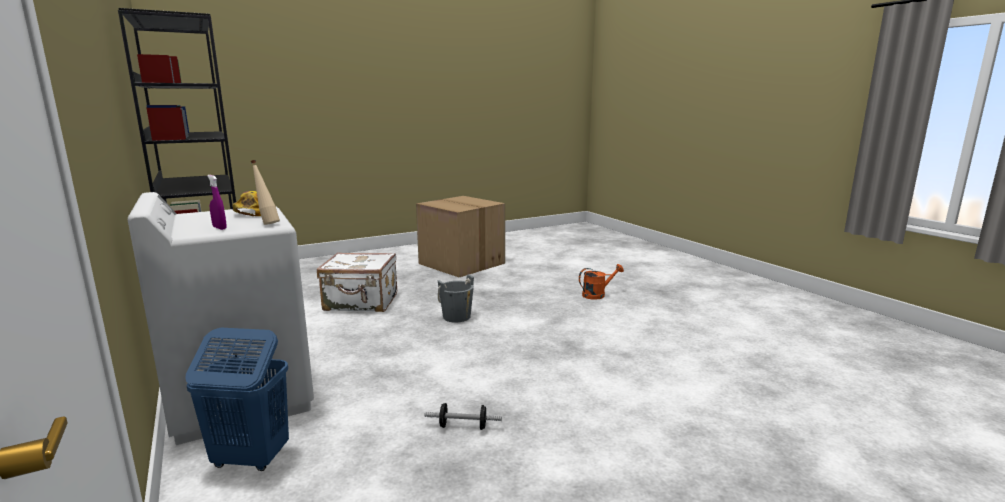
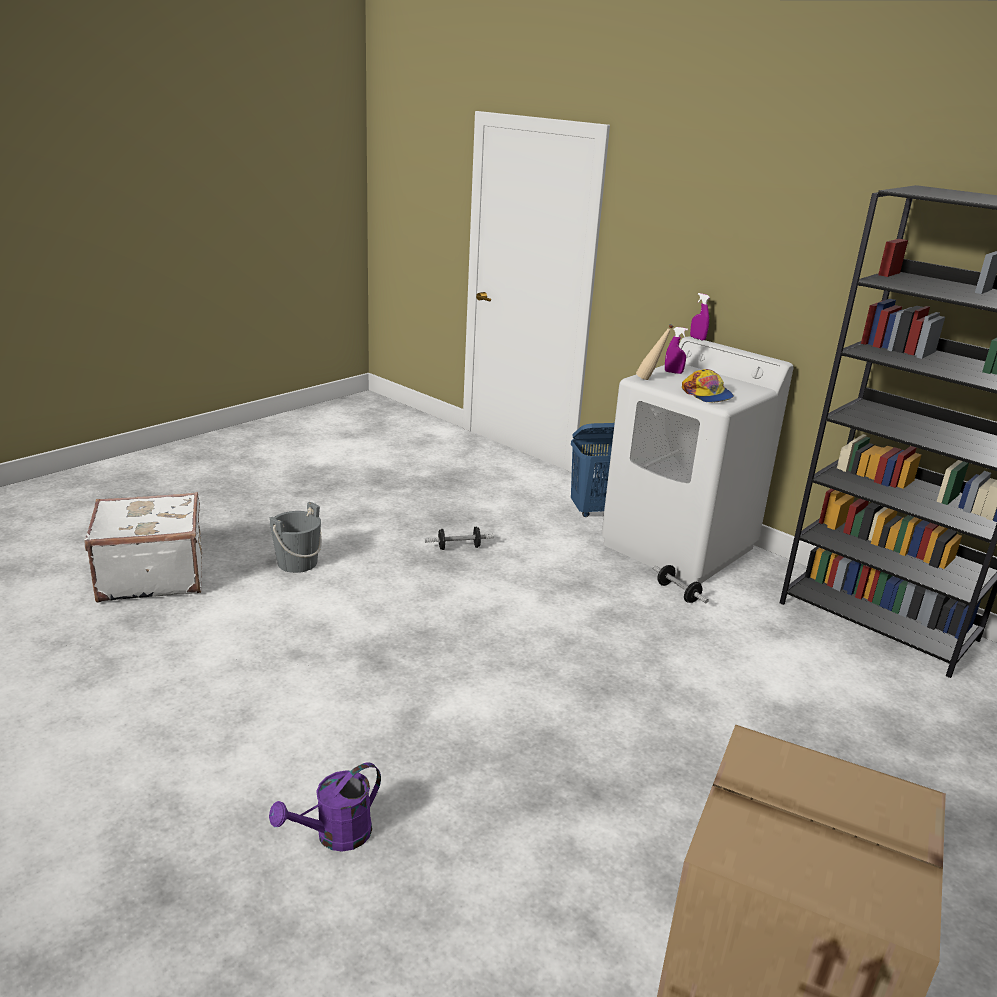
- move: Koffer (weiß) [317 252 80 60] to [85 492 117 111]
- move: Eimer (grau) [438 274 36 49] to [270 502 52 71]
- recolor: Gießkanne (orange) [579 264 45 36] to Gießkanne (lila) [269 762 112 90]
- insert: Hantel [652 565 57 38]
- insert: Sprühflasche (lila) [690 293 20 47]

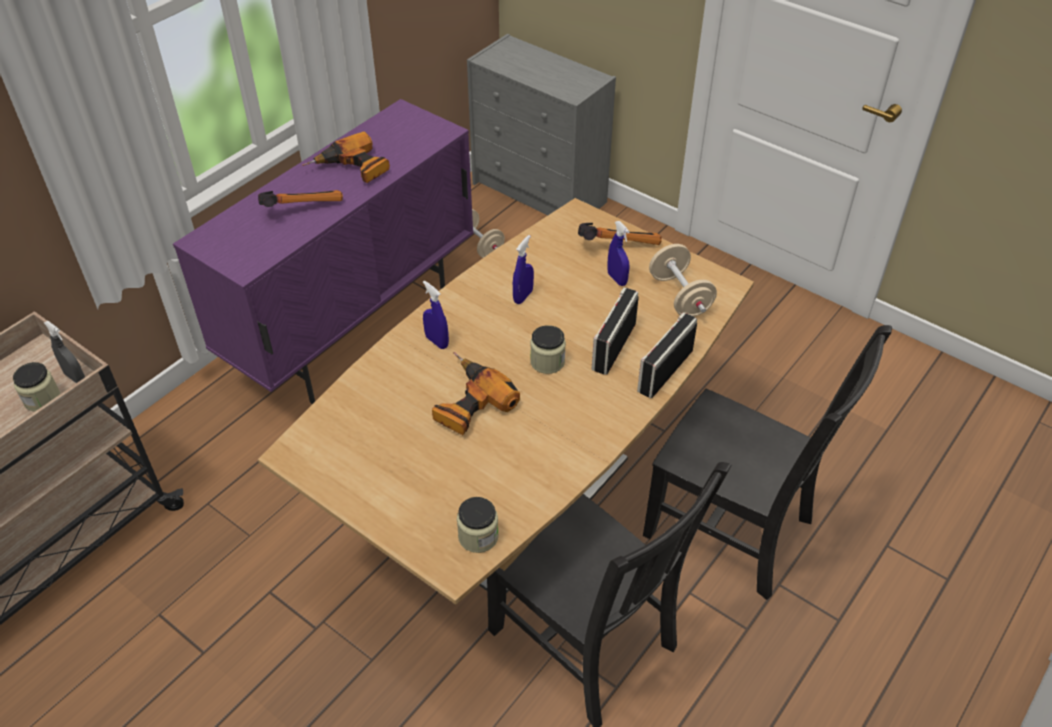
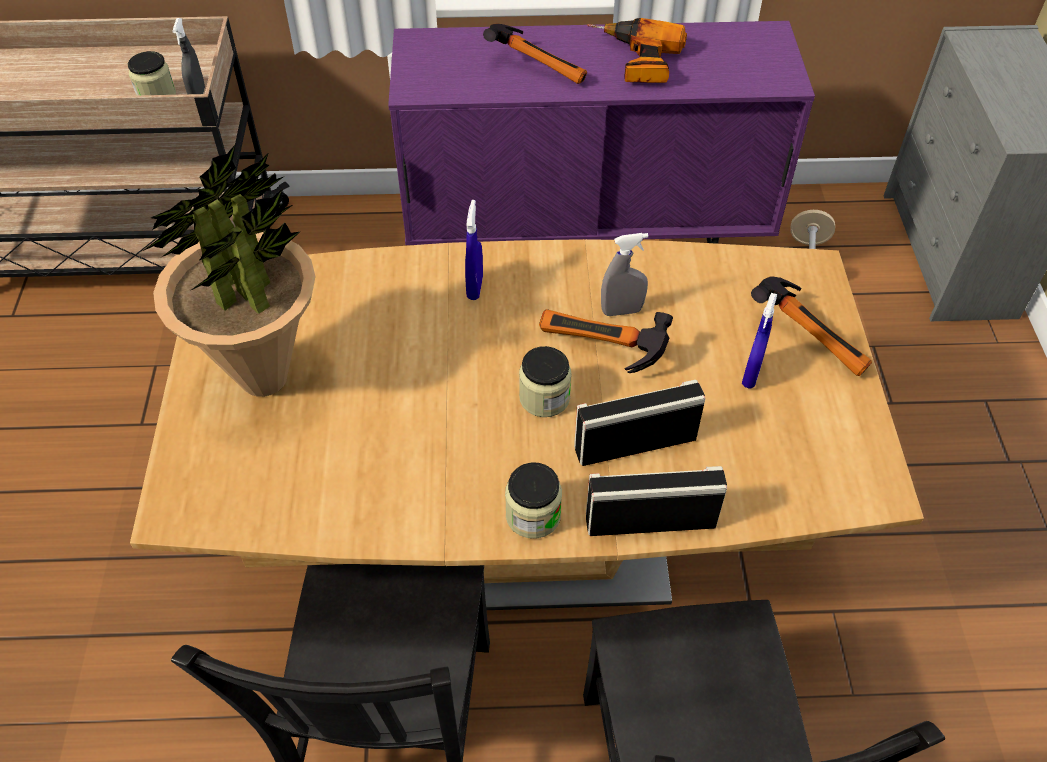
- delete: Bohrmaschine [432 352 88 83]
- move: Vorratsglas [457 497 42 56] to [505 462 57 77]
- recolor: Sprühflasche (blau) [513 235 21 69] to Sprühflasche (grau) [601 233 48 83]
- delete: Hantel (beige) [649 244 68 73]
- insert: Topfpflanze [143 144 173 253]
- insert: Hammer [539 309 134 64]

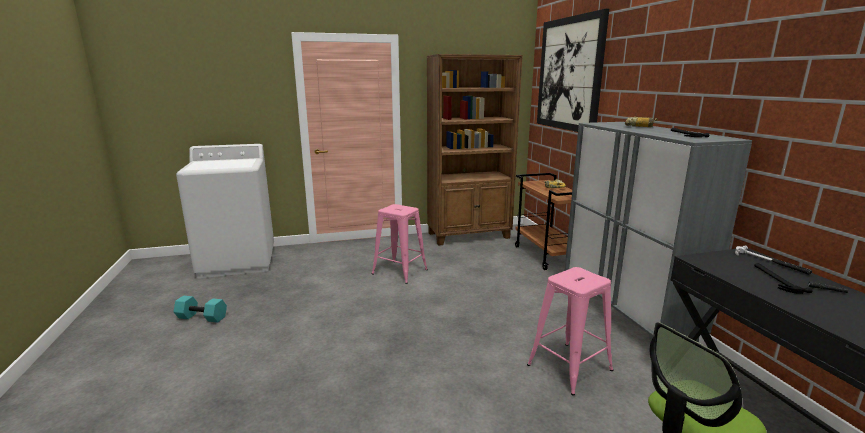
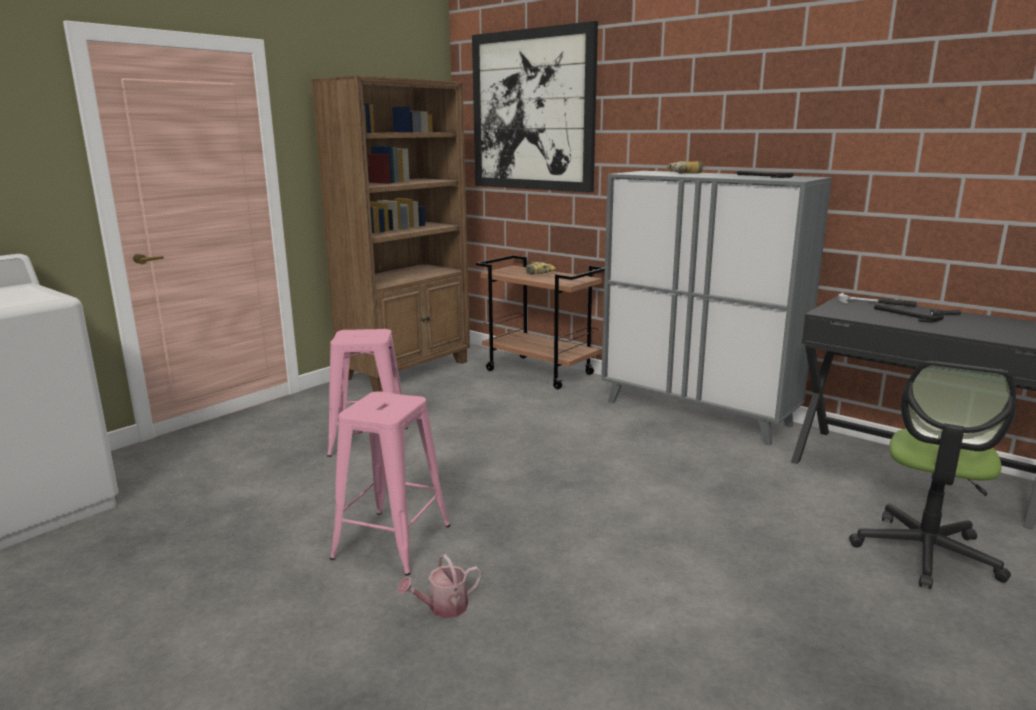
- delete: Hantel (türkis) [173 296 54 27]
- move: Hocker (rosa) [527 267 86 128] to [330 391 120 185]
- insert: Gießkanne [398 554 84 64]

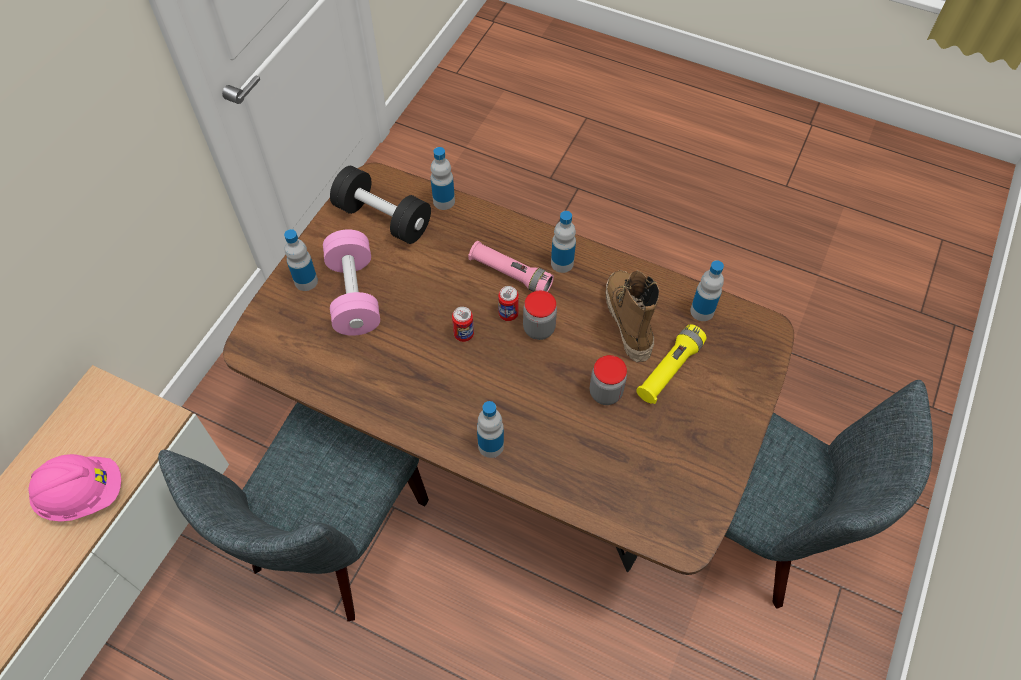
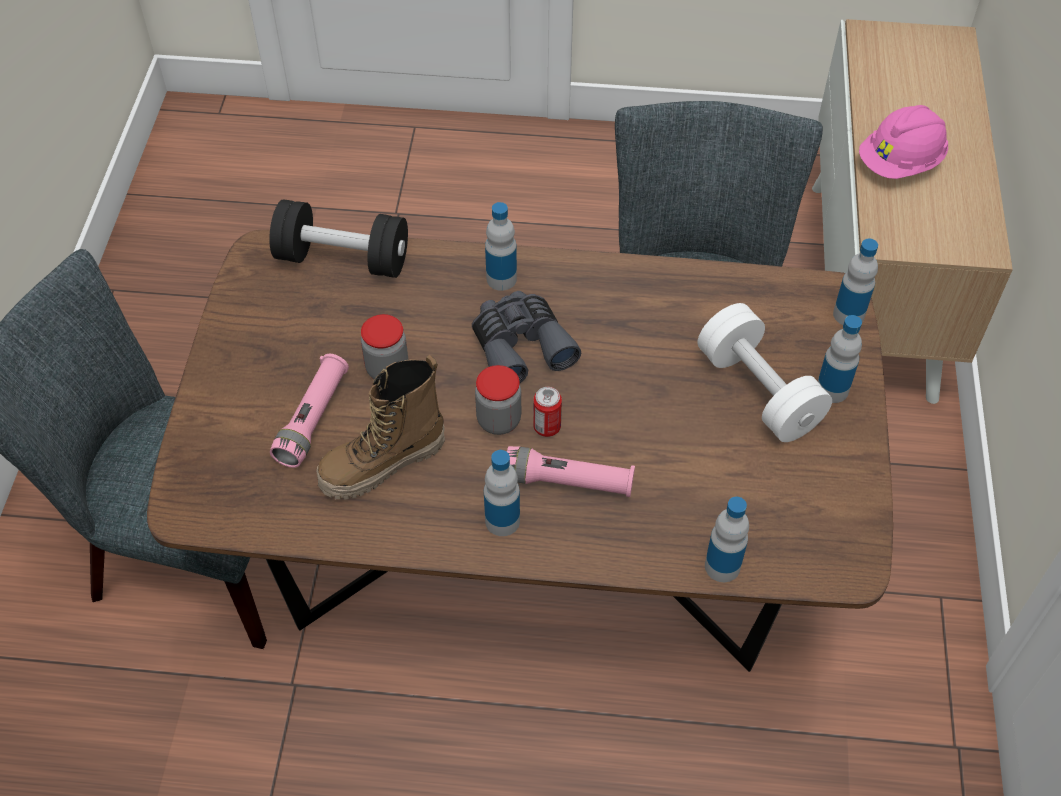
- recolor: Hantel (rosa) [323 229 57 107] to Hantel (weiß) [698 303 134 139]
- move: Hantel (schwarz) [330 166 101 78] to [269 199 139 79]
- delete: Dose [452 307 22 35]
- rotate: Stiefel [606 270 53 92] = [316 355 129 145] 90 degrees clockwise
- recolor: Taschenlampe (gelb) [636 324 70 80] to Taschenlampe (rosa) [270 354 79 114]
- move: Flasche [690 260 34 61] to [833 239 45 86]
- insert: Fernglas (grau) [472 291 109 92]

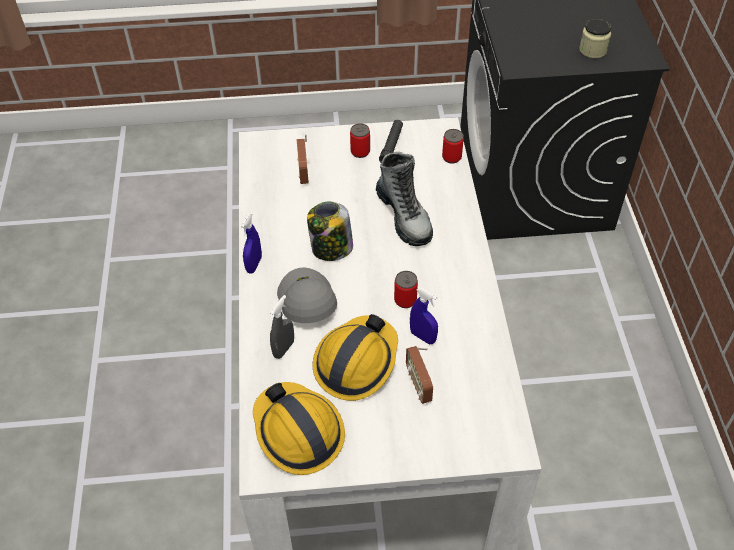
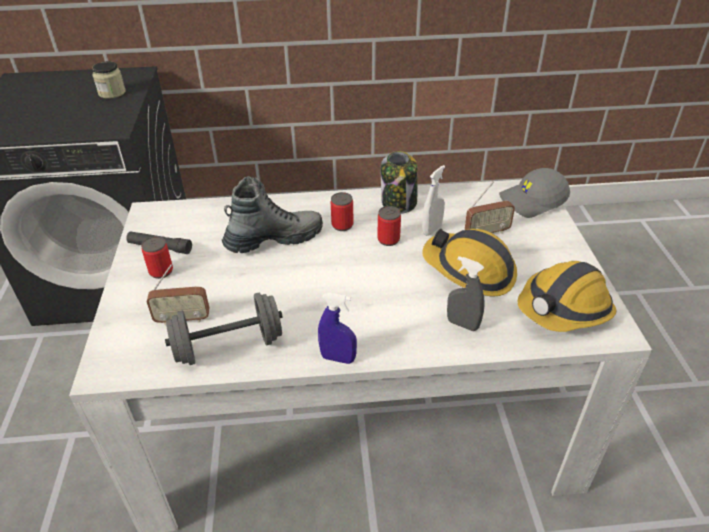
- move: Kappe (grau) [277 267 60 56] to [499 168 71 50]
- move: Vorratsglas [307 201 46 60] to [381 151 37 63]
- recolor: Sprühflasche (blau) [410 287 28 58] to Sprühflasche (weiß) [422 165 23 71]
- move: Dose [442 129 22 35] to [331 192 23 39]
- insert: Hantel (grau) [165 293 118 72]

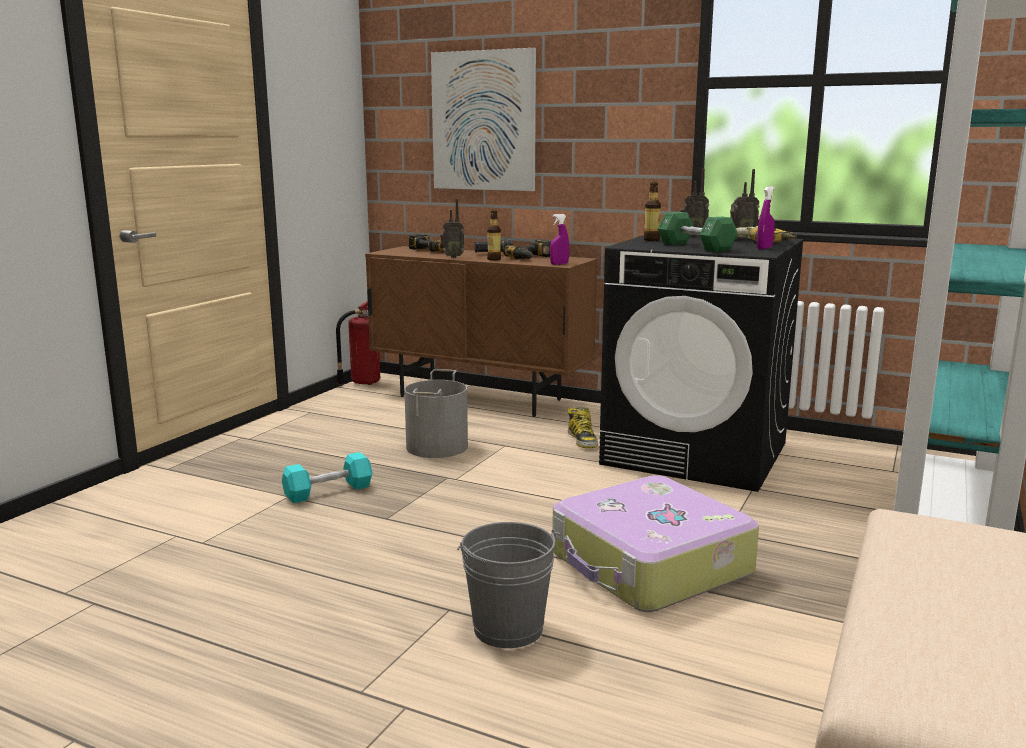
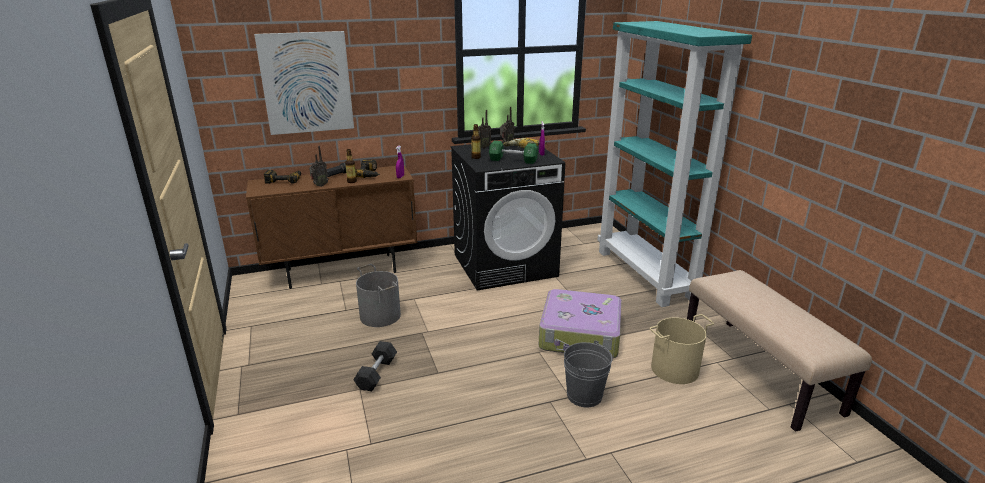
- recolor: Hantel (türkis) [282 452 90 51] to Hantel (schwarz) [353 341 44 50]
- delete: Feuerlöscher [336 301 44 84]
- delete: Stiefel [568 407 30 41]
- insert: Eimer (beige) [650 314 65 70]

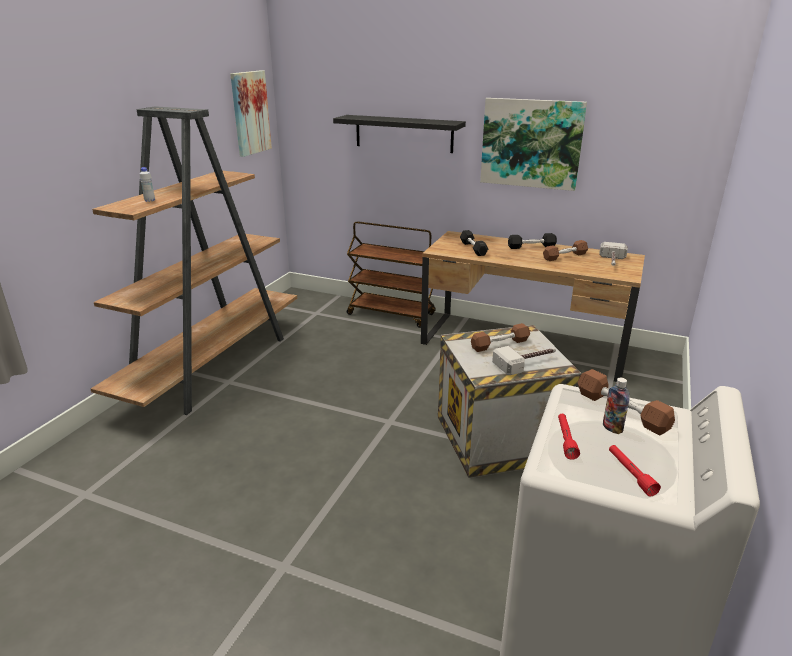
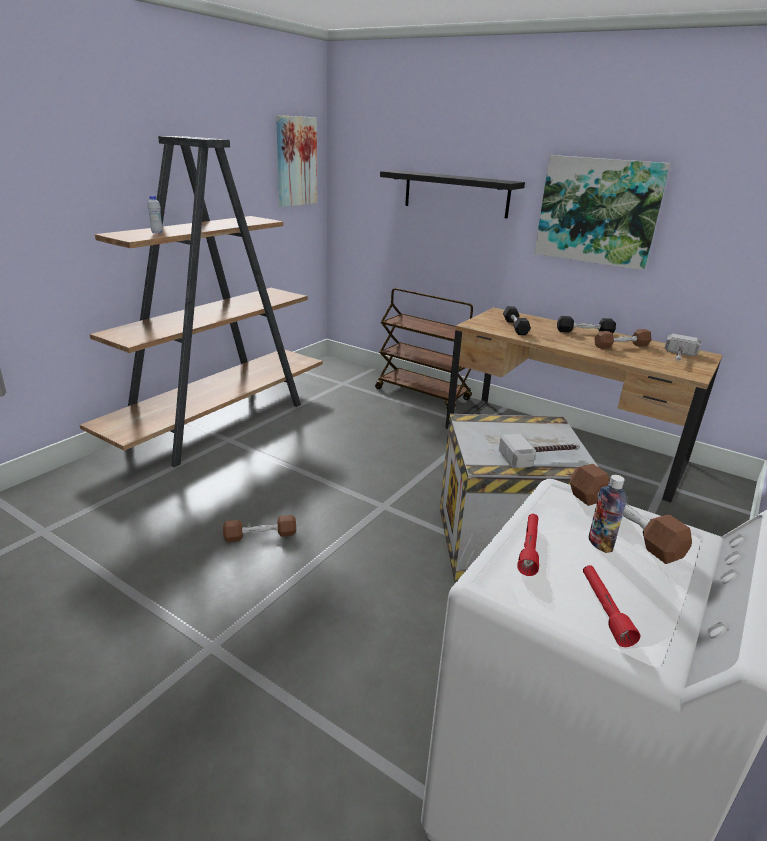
- move: Hantel (braun) [471 323 59 29] to [223 515 73 27]

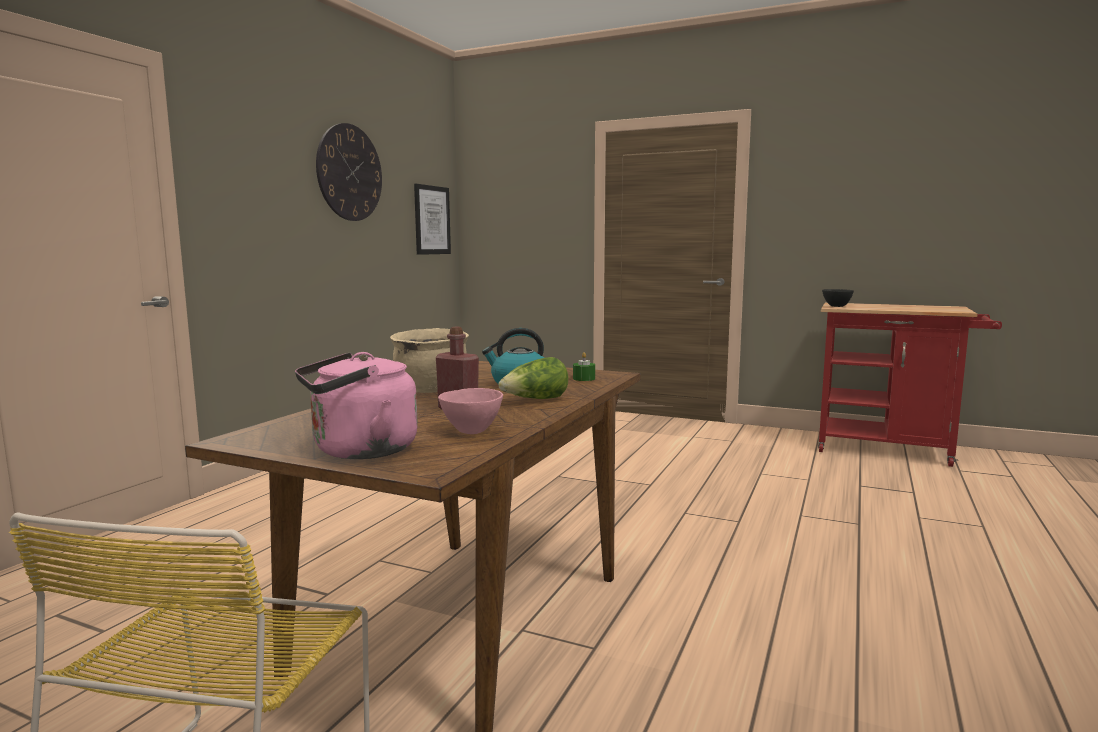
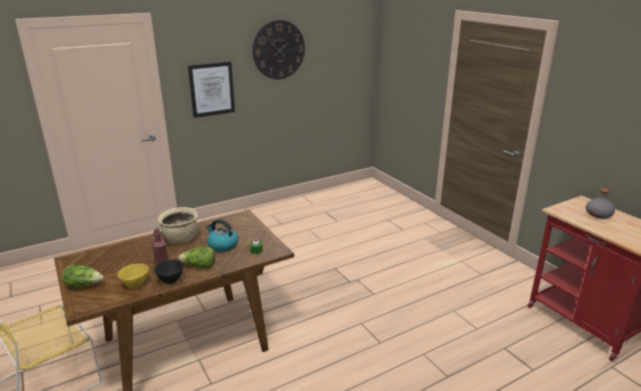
- replace: Wasserkessel (rosa) [295 352 123 107] to Salatkopf [62 265 42 23]
- move: Bild [414 184 37 71] to [188 62 47 56]
- recolor: Schüssel (rosa) [438 388 65 46] to Schüssel (gelb) [118 264 31 24]
- move: Schüssel (schwarz) [822 289 32 18] to [154 259 29 25]
- insert: Flasche (grau) [586 188 29 31]

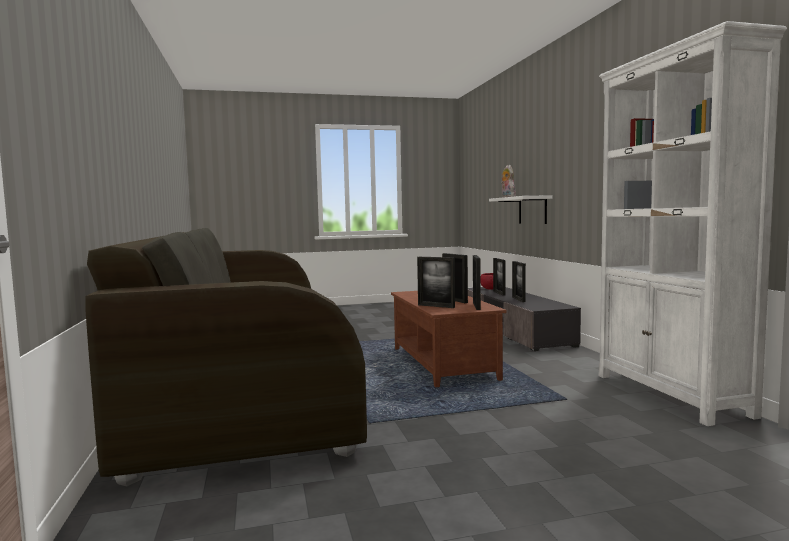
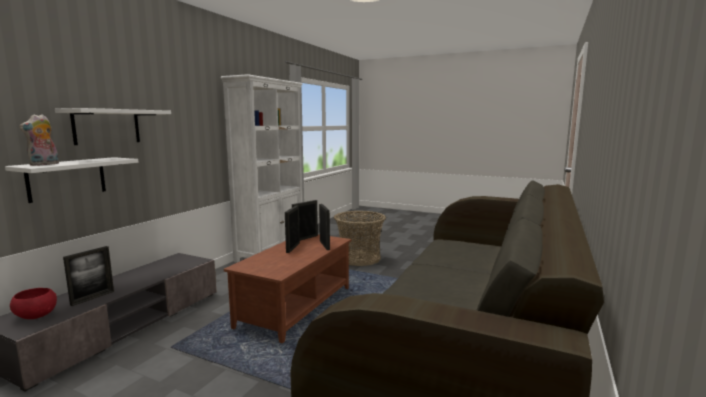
- delete: Bilderrahmen [512 261 14 41]
- insert: Wandregal (weiß) [55 108 116 37]
- insert: Korb [334 211 52 55]

